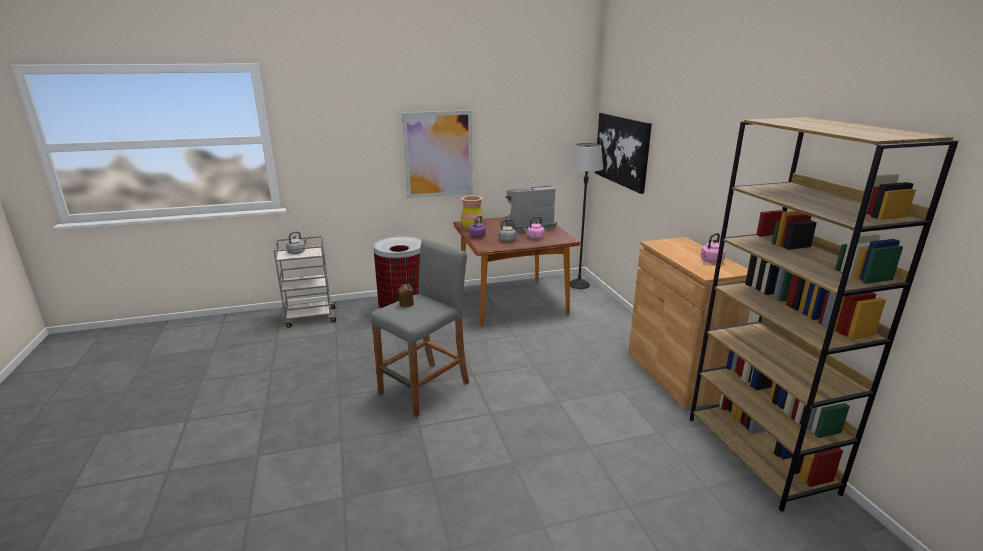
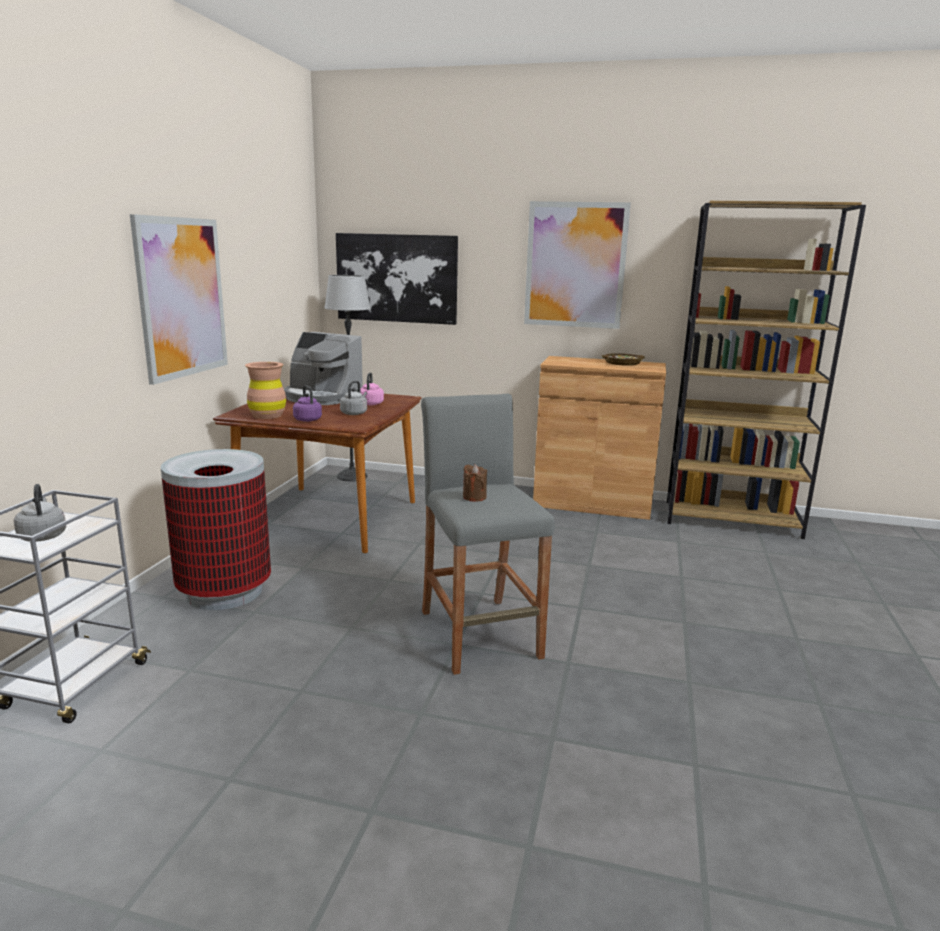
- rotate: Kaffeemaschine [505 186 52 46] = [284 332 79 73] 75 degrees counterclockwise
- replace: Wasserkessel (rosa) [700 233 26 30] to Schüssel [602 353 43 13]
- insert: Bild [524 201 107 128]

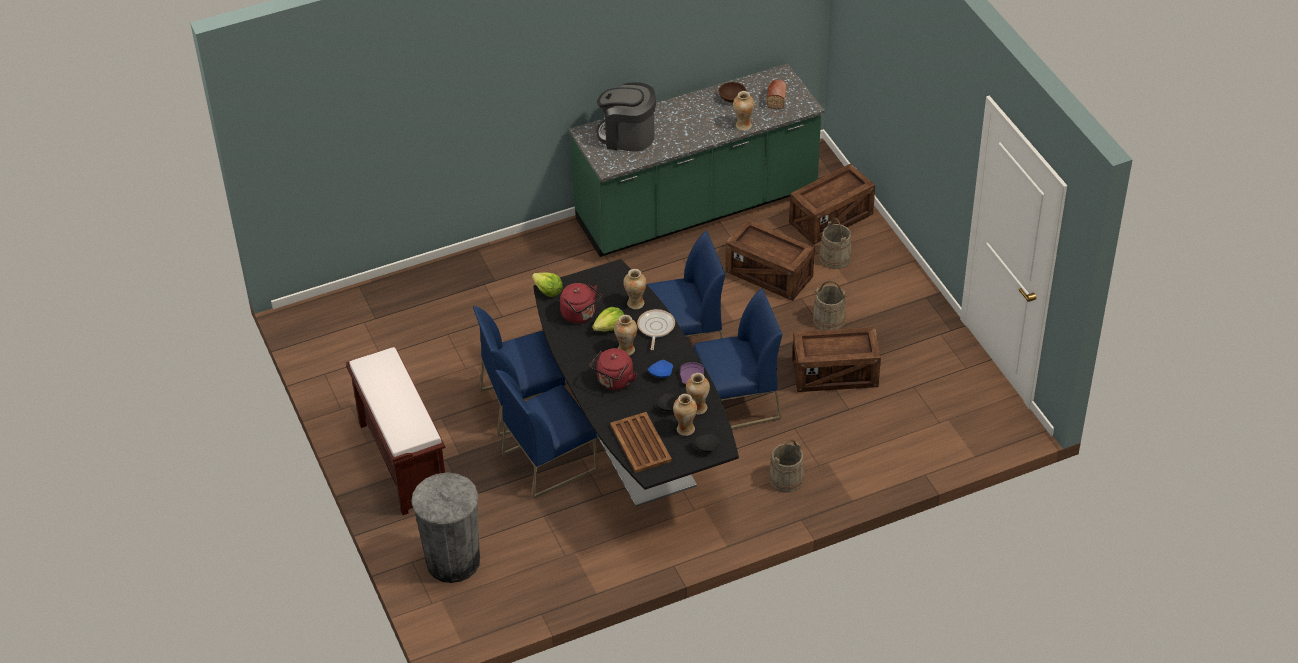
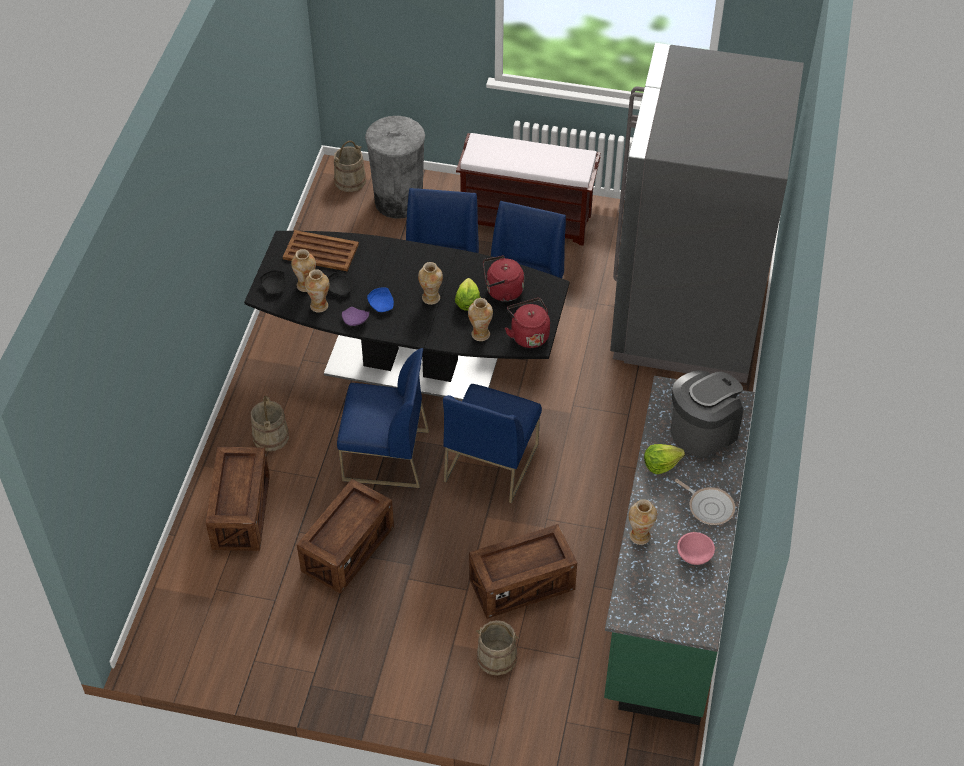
- move: Salatkopf [532 272 31 25] to [644 444 41 30]
- move: Wasserkessel (rot) [590 348 47 42] to [505 298 45 50]
- move: Pfanne [637 309 38 41] to [675 479 60 46]
- rotate: Stuhl (blau) [693 289 89 140] = [337 348 92 140] 105 degrees counterclockwise
- recolor: Schüssel (braun) [719 82 27 21] to Schüssel (rosa) [677 532 38 33]
- delete: Brot [767 80 19 29]
- move: Kiste [789 164 86 81] to [206 447 64 104]
- move: Eimer (beige) [813 281 35 49] to [334 141 32 51]
- insert: Kühlschrank (grau) [610 43 194 340]

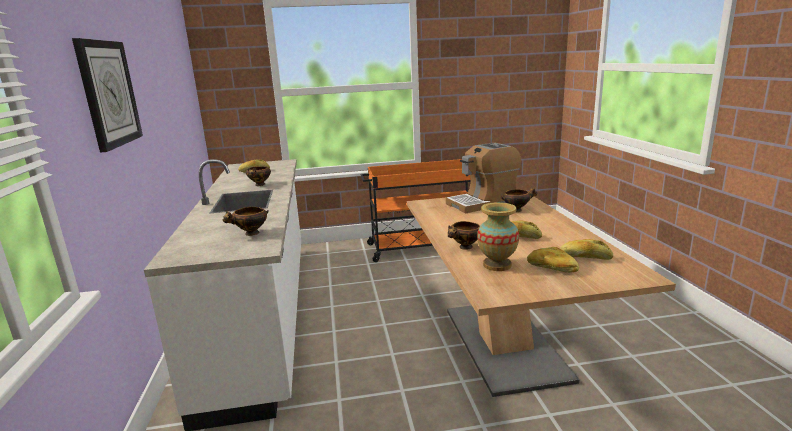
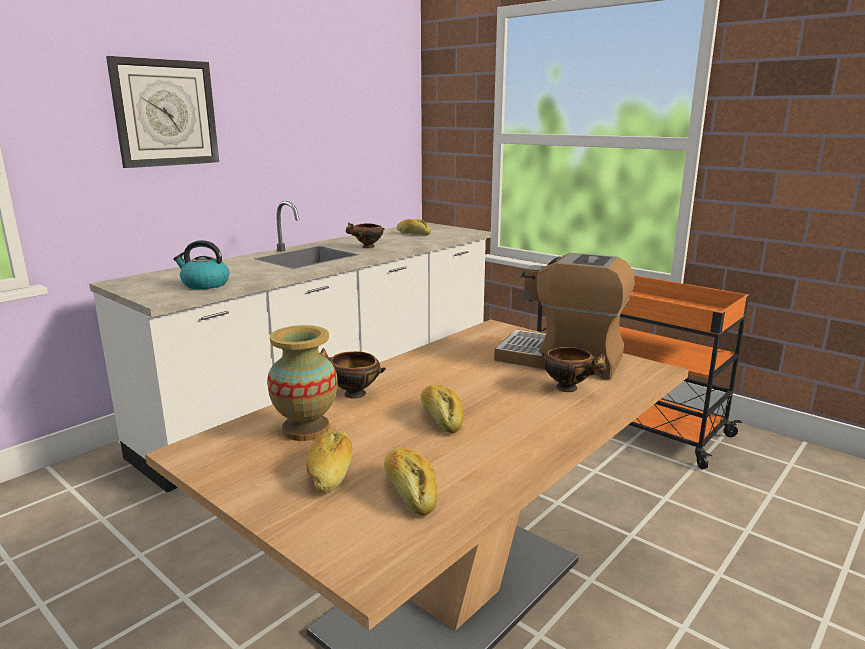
- replace: Schüssel [223 207 46 29] to Wasserkessel [173 240 56 49]

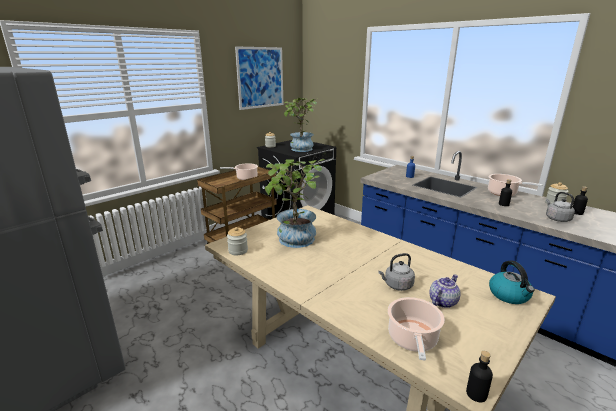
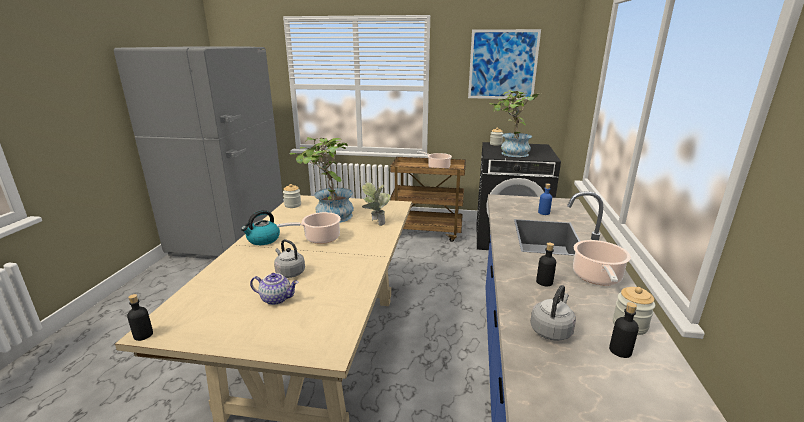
- move: Kochtopf [388 297 57 64] to [277 212 64 32]
- move: Wasserkessel [489 260 46 44] to [241 210 39 35]
- insert: Topfpflanze [362 182 29 44]

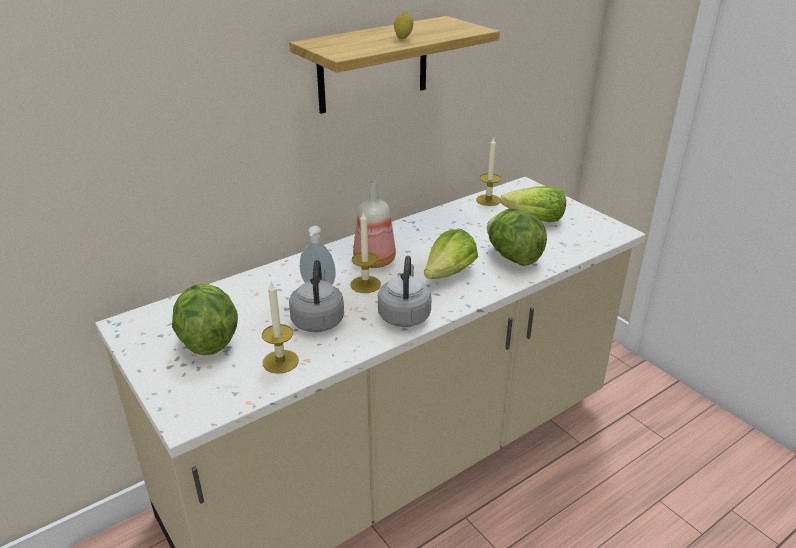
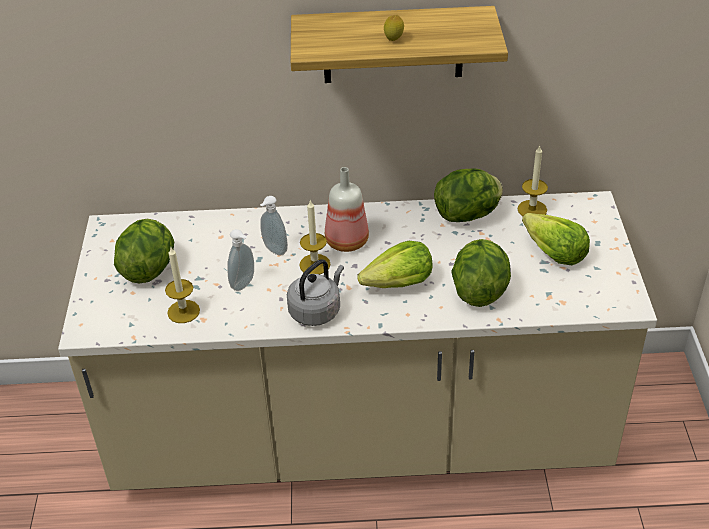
- replace: Wasserkessel (grau) [289 260 55 72] to Seifenspender [227 229 27 62]
- insert: Salatkopf [434 168 69 54]

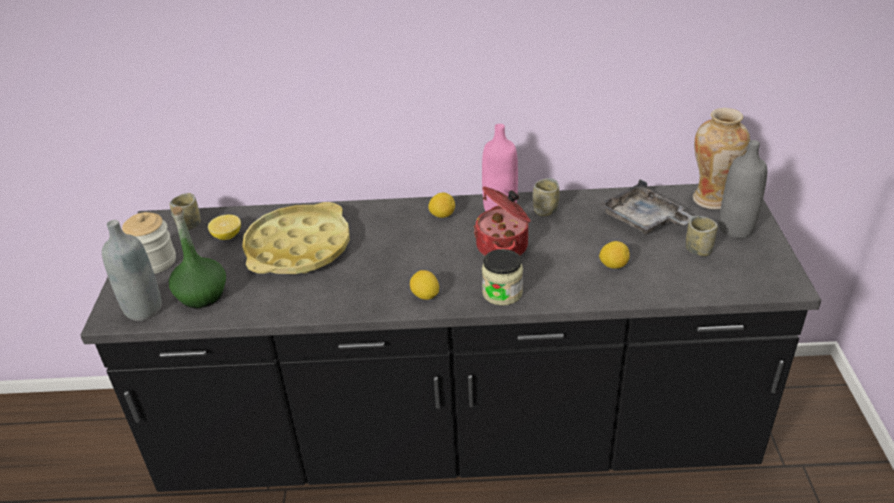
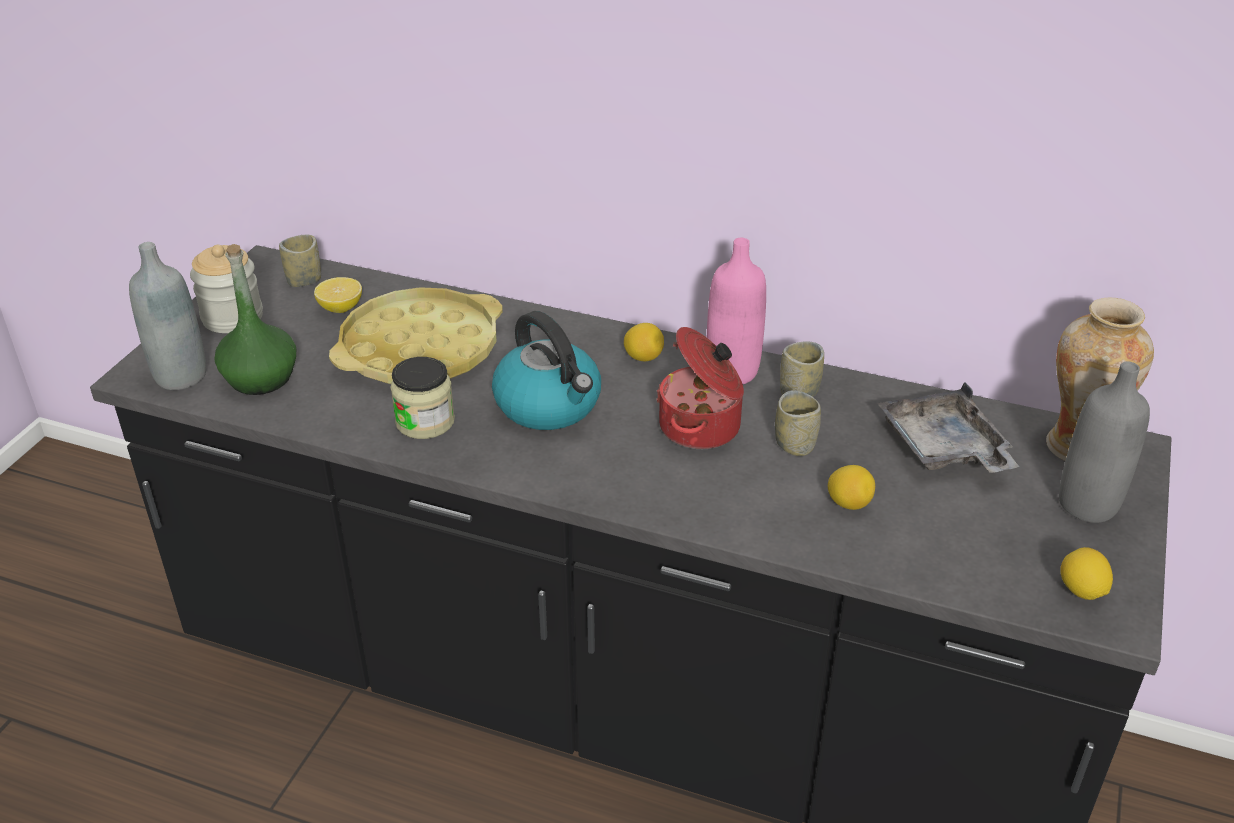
- move: Zitrone [410 270 29 30] to [1060 547 53 53]
- move: Vorratsglas [482 249 41 57] to [390 357 65 82]
- move: Tasse [686 216 32 40] to [775 390 46 66]
- insert: Wasserkessel [492 311 109 119]

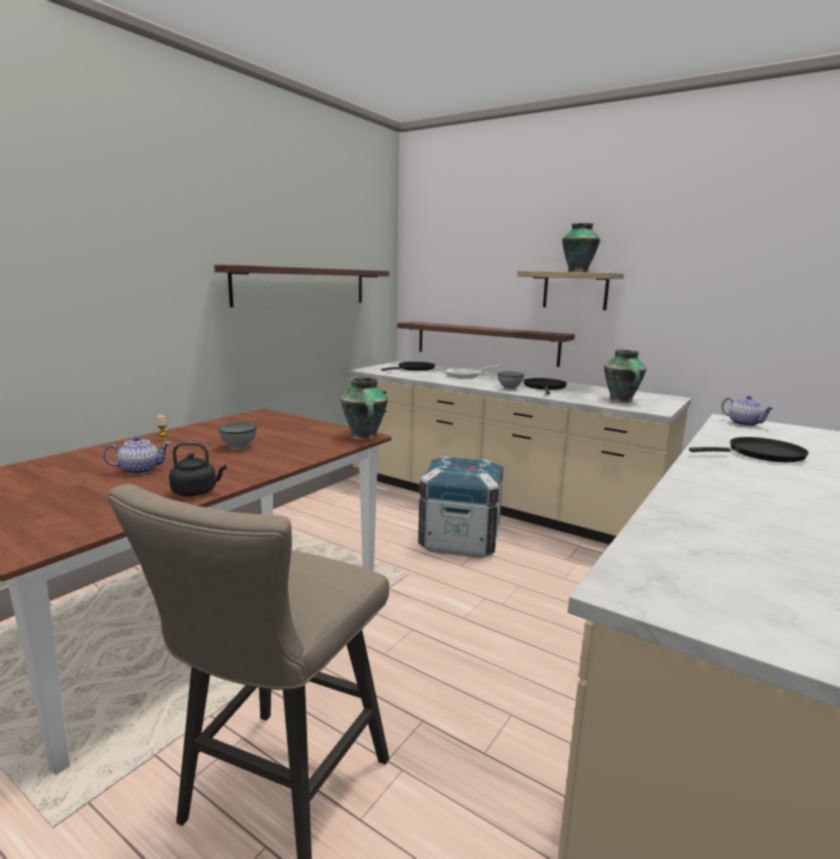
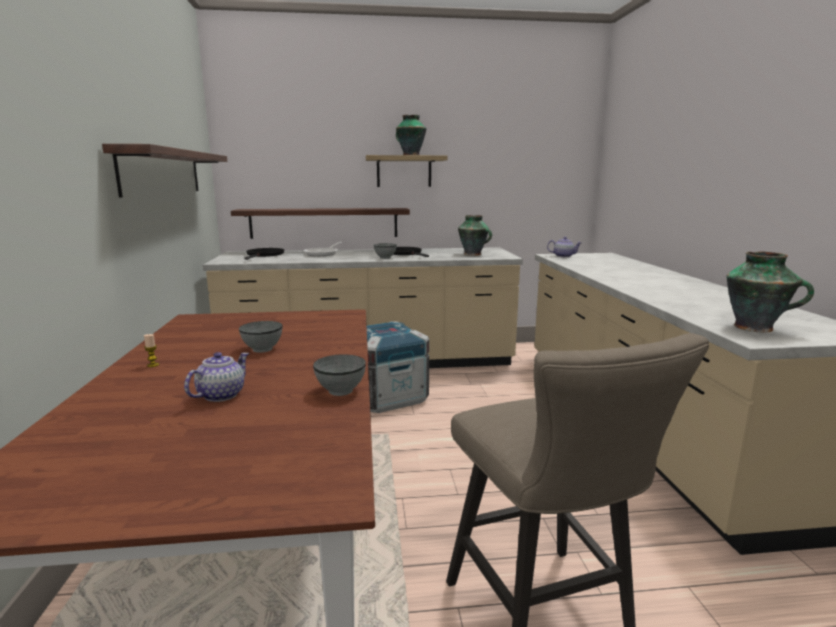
- replace: Wasserkessel (schwarz) [169 442 58 54] to Schüssel (grau) [313 354 53 42]
- move: Vase [340 377 48 63] to [727 251 87 82]
- delete: Pfanne (schwarz) [689 437 120 25]

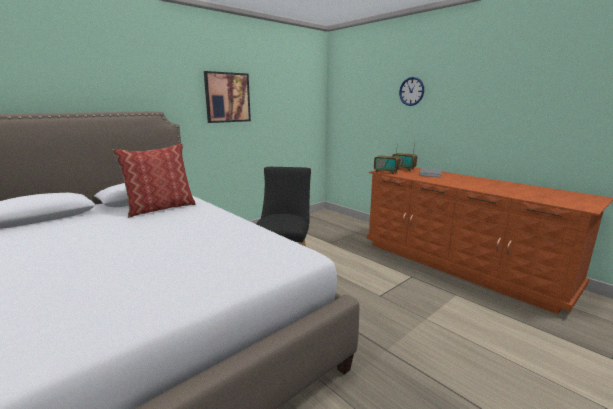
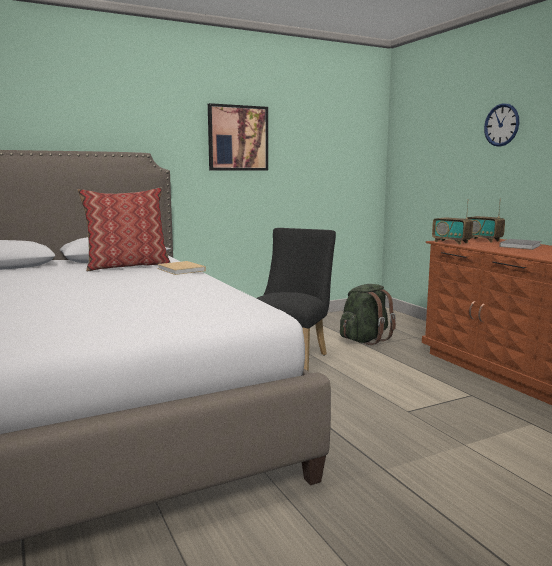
- insert: Buch (beige) [157 261 49 14]
- insert: Rucksack (grün) [340 284 56 61]

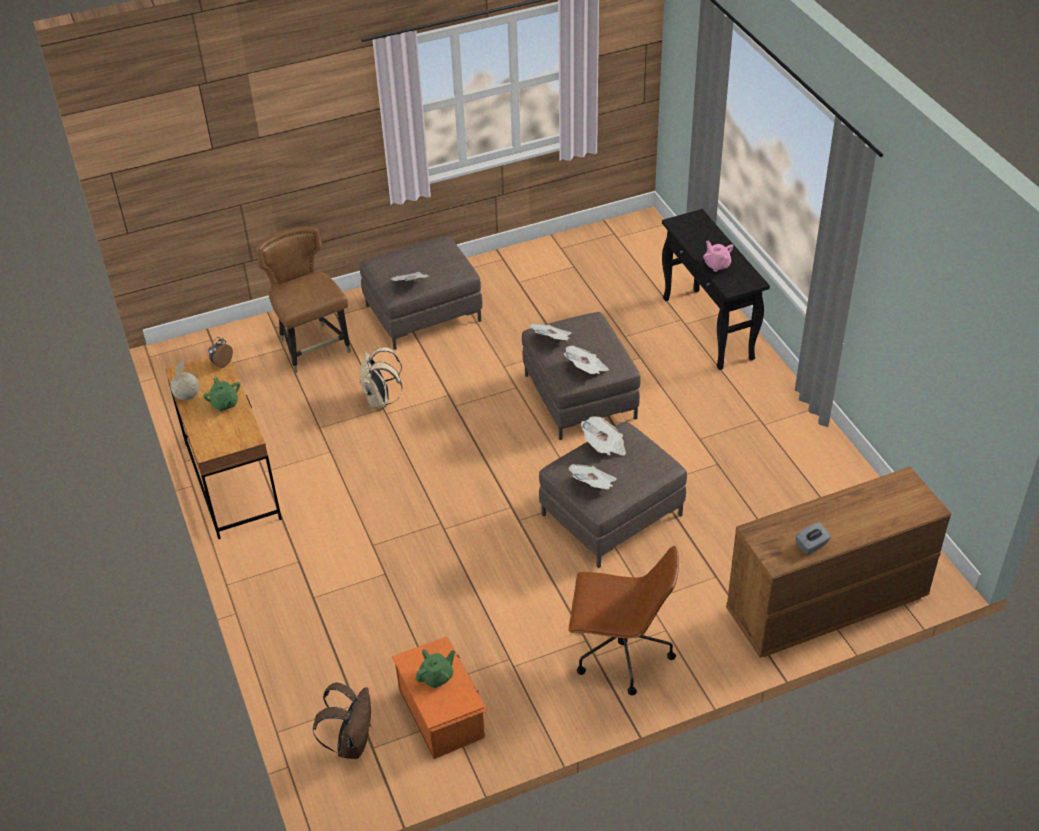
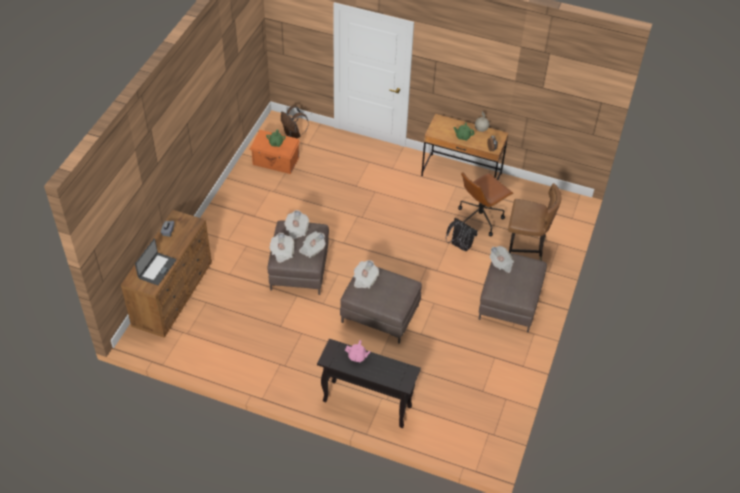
- recolor: Rucksack (beige) [360 347 42 61] to Rucksack (schwarz) [446 218 31 33]
- move: Zeitung [530 324 42 17] to [269 233 25 30]
- move: Bürostuhl (braun) [569 545 110 150] to [458 172 56 64]
- insert: Laptop [135 239 41 46]

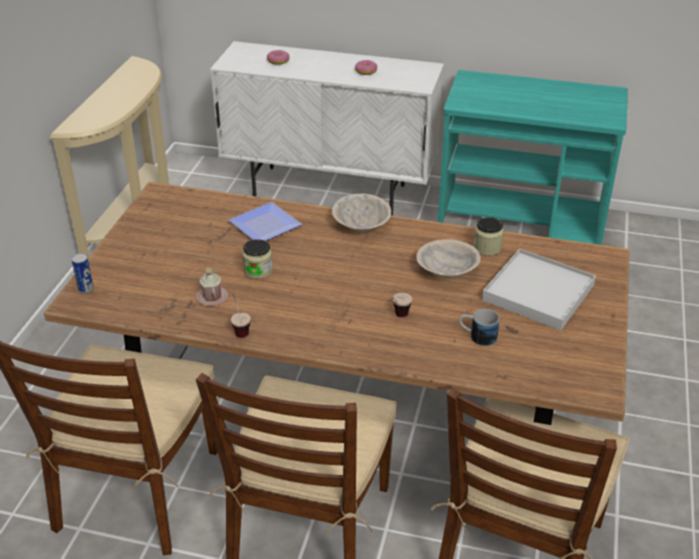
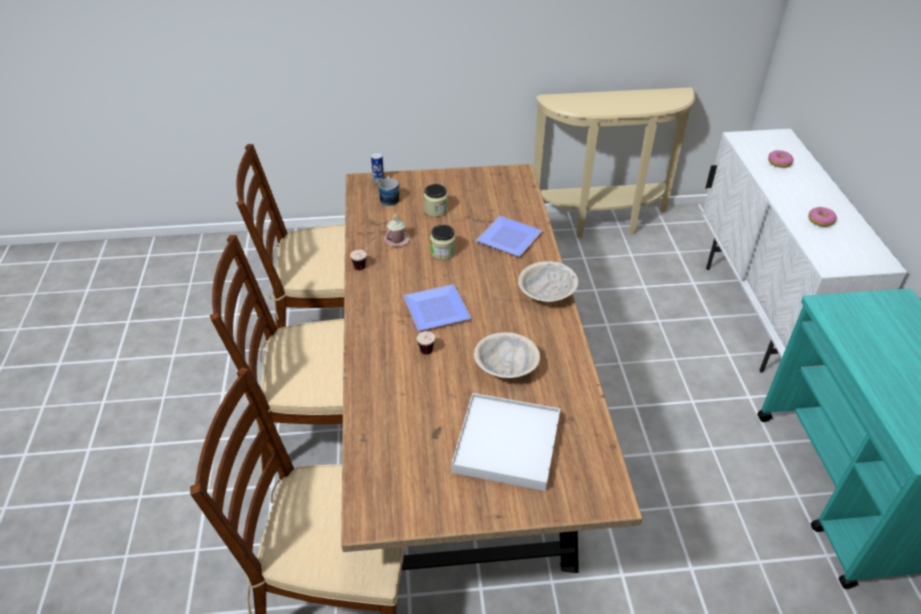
- move: Henkelbecher [459 309 40 37] to [379 176 21 30]
- move: Vorratsglas [474 217 30 39] to [424 184 24 33]
- insert: Teller [403 284 68 47]

